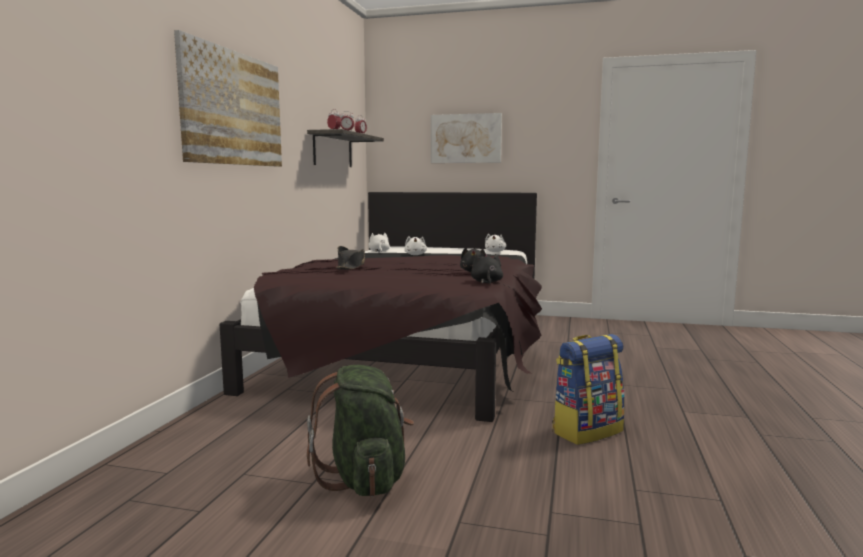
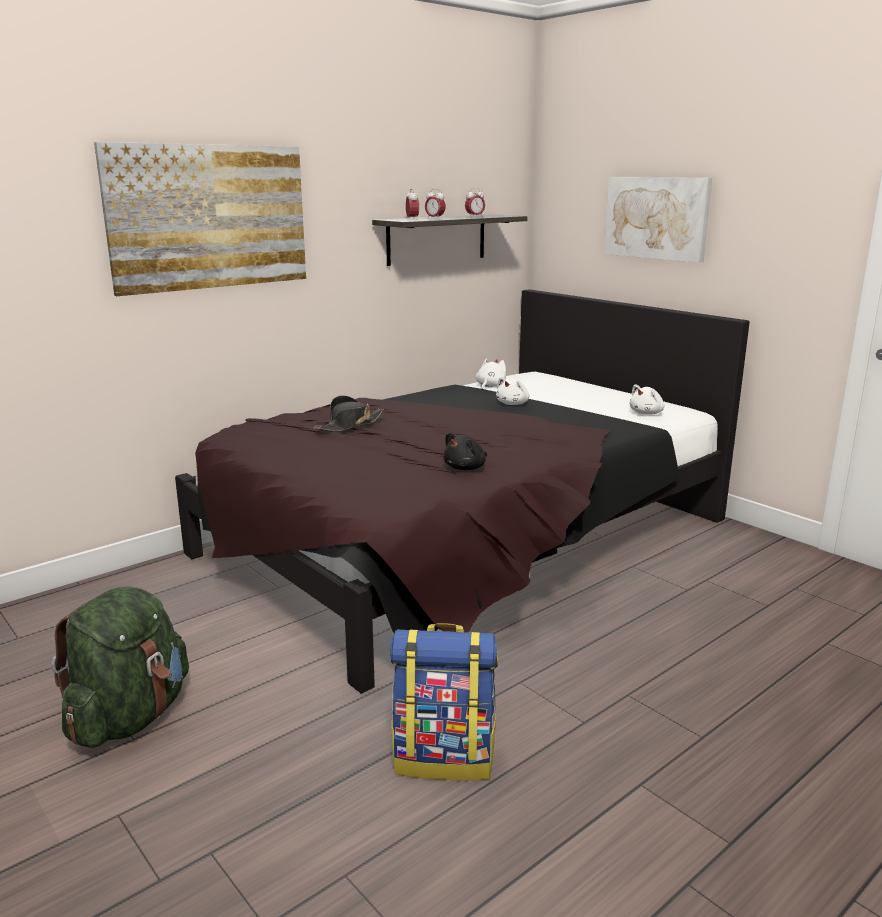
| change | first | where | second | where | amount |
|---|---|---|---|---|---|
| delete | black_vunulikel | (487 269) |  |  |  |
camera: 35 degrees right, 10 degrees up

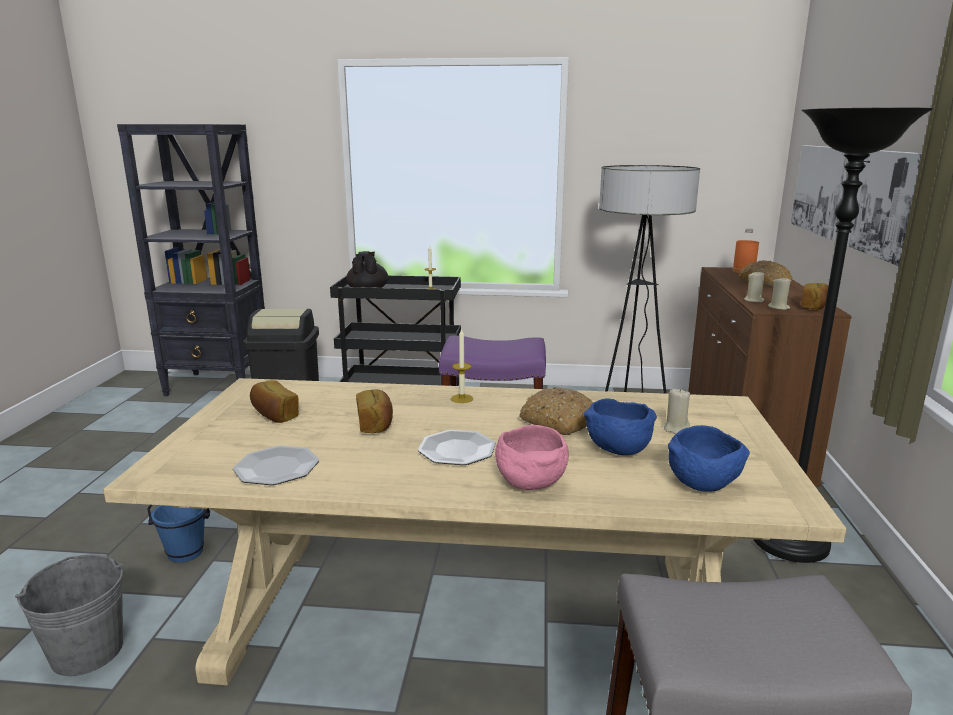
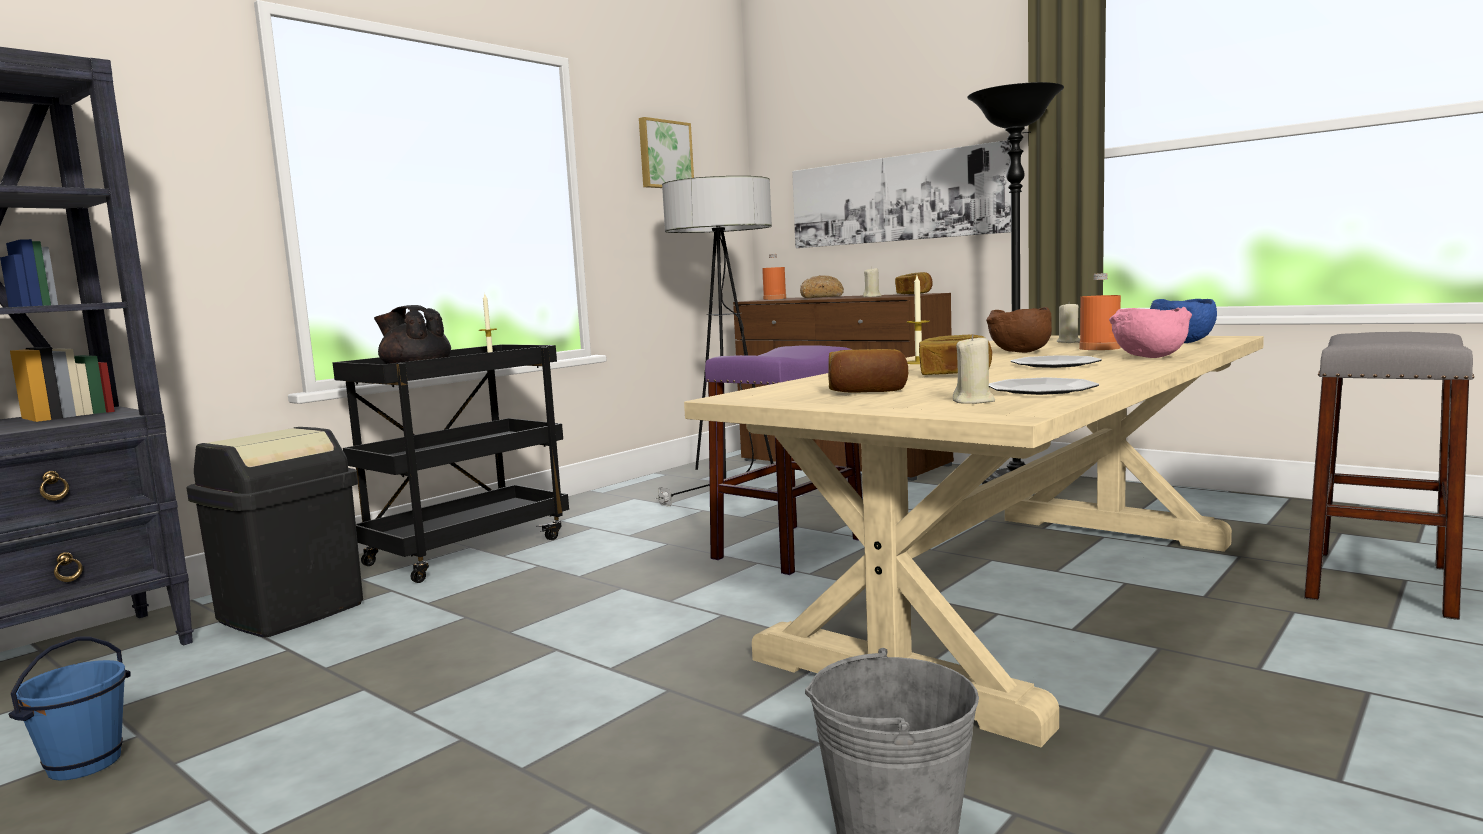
| change | first | where | second | where | amount |
|---|---|---|---|---|---|
| move | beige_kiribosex | (779 294) |  | (974 369) |  |
| replace | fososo | (556 411) | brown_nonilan | (1019 330) |  |
| replace | blue_nonilan | (620 426) | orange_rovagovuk | (1100 311) |  |
| move | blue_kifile | (178 534) |  | (70 708) |  |
| insert |  |  | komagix | (666 152) |  |
camera: 55 degrees left, 10 degrees down

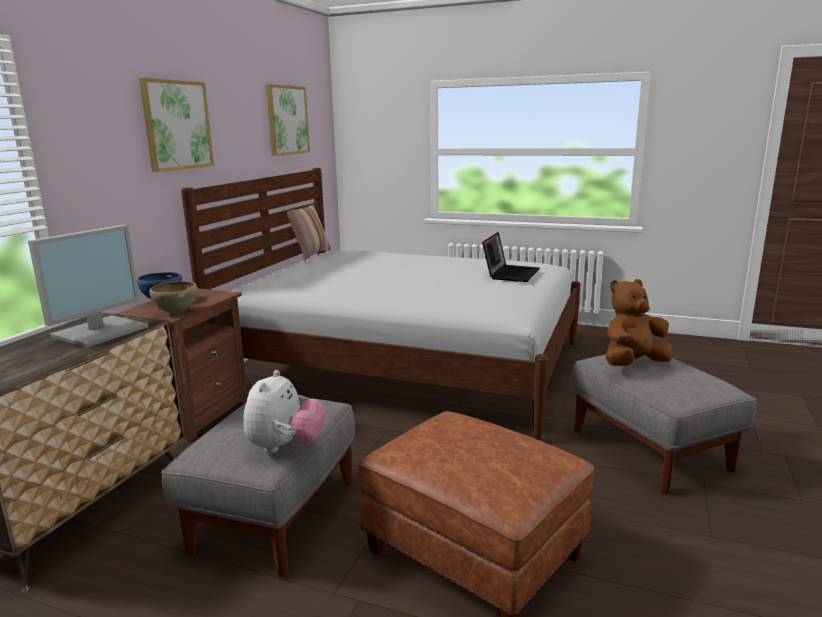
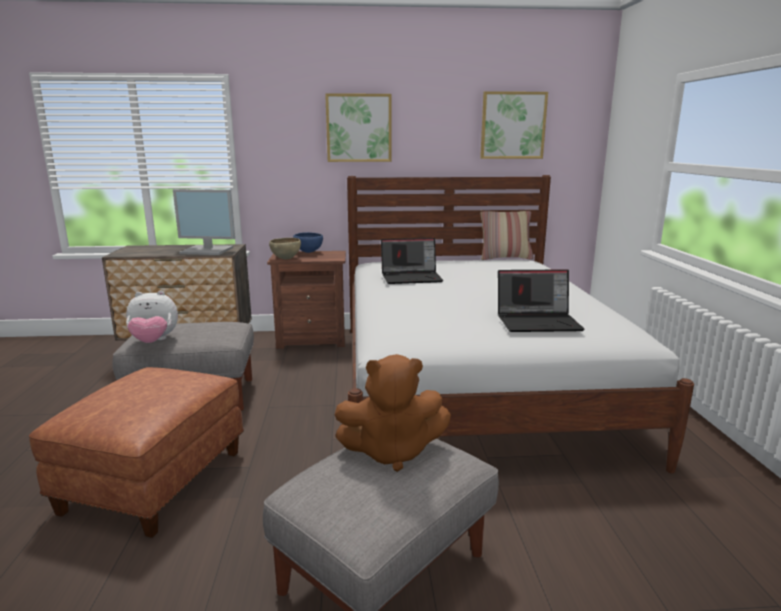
| change | first | where | second | where | amount |
|---|---|---|---|---|---|
| rotate | brown_vunulikel | (639 322) |  | (392 413) | 135 degrees clockwise |
| insert |  |  | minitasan | (412 261) |  |
camera: 65 degrees right, 0 degrees up

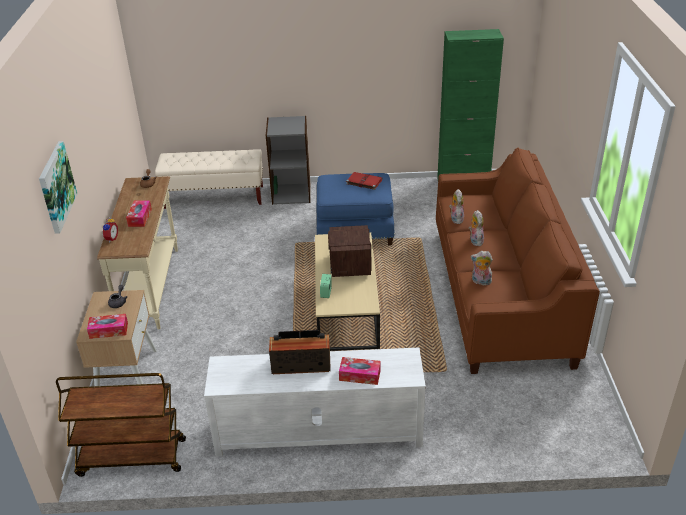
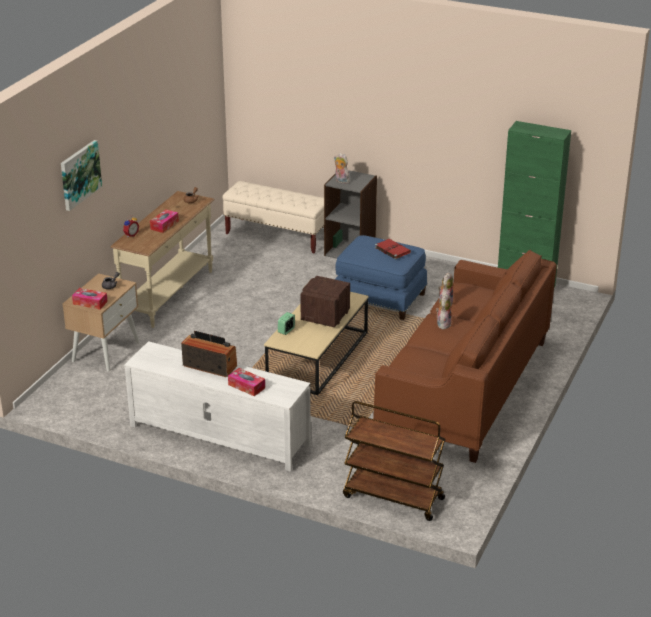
| change | first | where | second | where | amount |
|---|---|---|---|---|---|
| move | vunulikel | (481 268) |  | (341 168) |  |
| move | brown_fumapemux | (121 425) |  | (394 461) |  |
camera: 25 degrees right, 5 degrees down

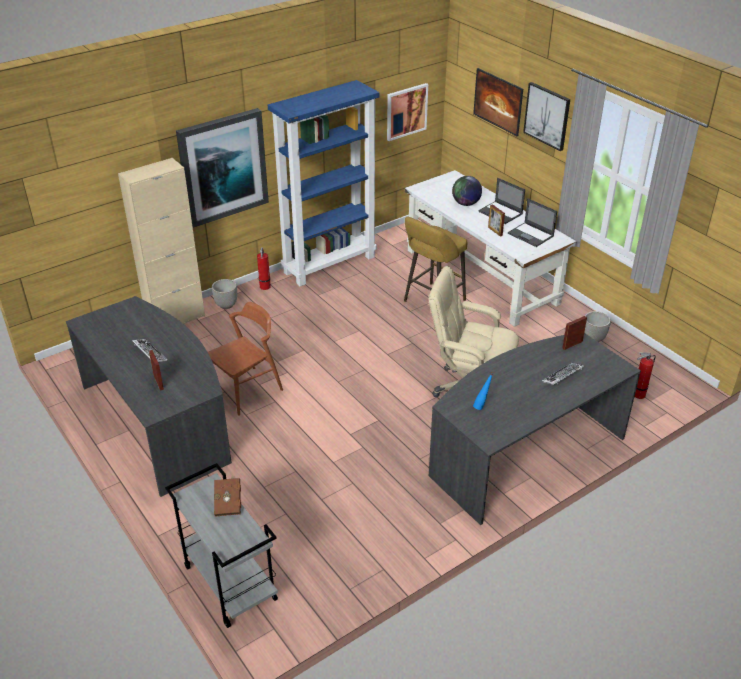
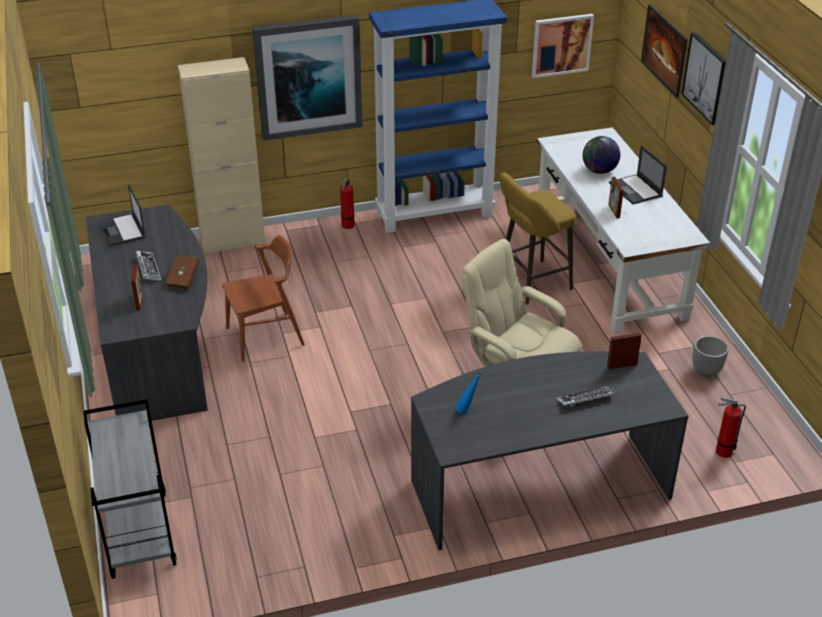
| change | first | where | second | where | amount |
|---|---|---|---|---|---|
| move | minitasan | (532 222) |  | (122 215) |  |
| delete | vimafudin | (224 294) |  |  |  |
| move | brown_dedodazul | (227 496) |  | (182 272) |  |
camera: 20 degrees right, 0 degrees up

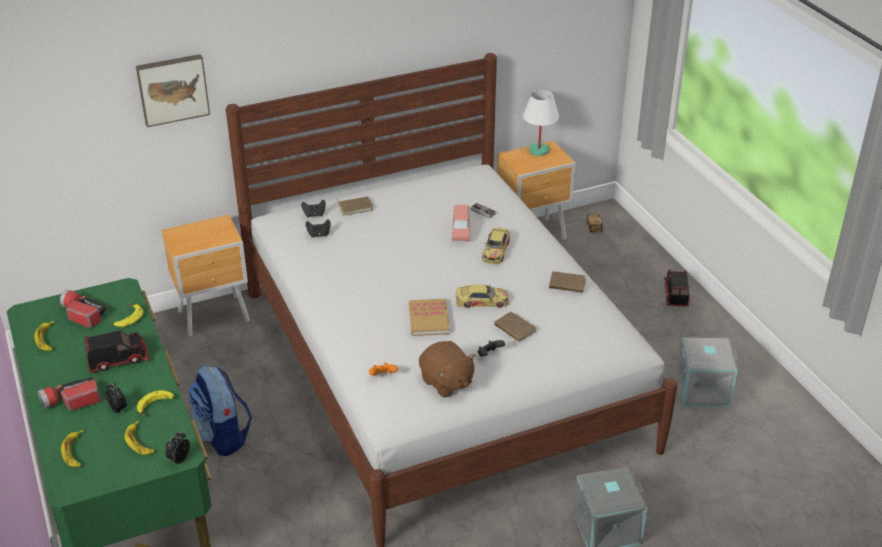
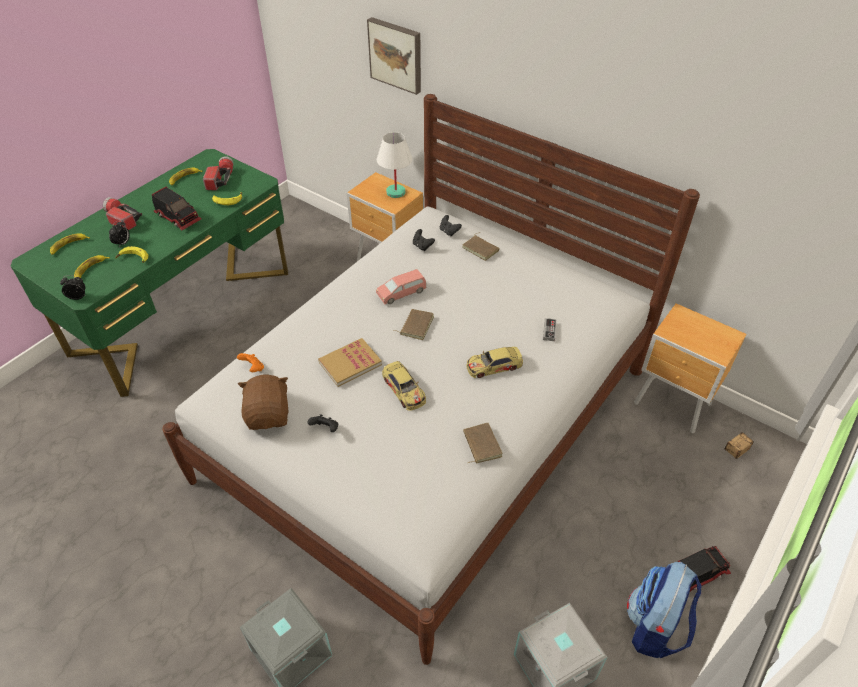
| change | first | where | second | where | amount |
|---|---|---|---|---|---|
| move | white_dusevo | (541 123) |  | (395 165) |  |
| move | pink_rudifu | (461 222) |  | (401 286) |  |
| move | brown_dedodazul | (515 327) |  | (414 324) |  |
| rotate | brown_vunulikel | (447 369) |  | (263 402) | 150 degrees clockwise |
| move | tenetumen | (220 410) |  | (664 610) |  |
camera: 60 degrees right, 10 degrees up

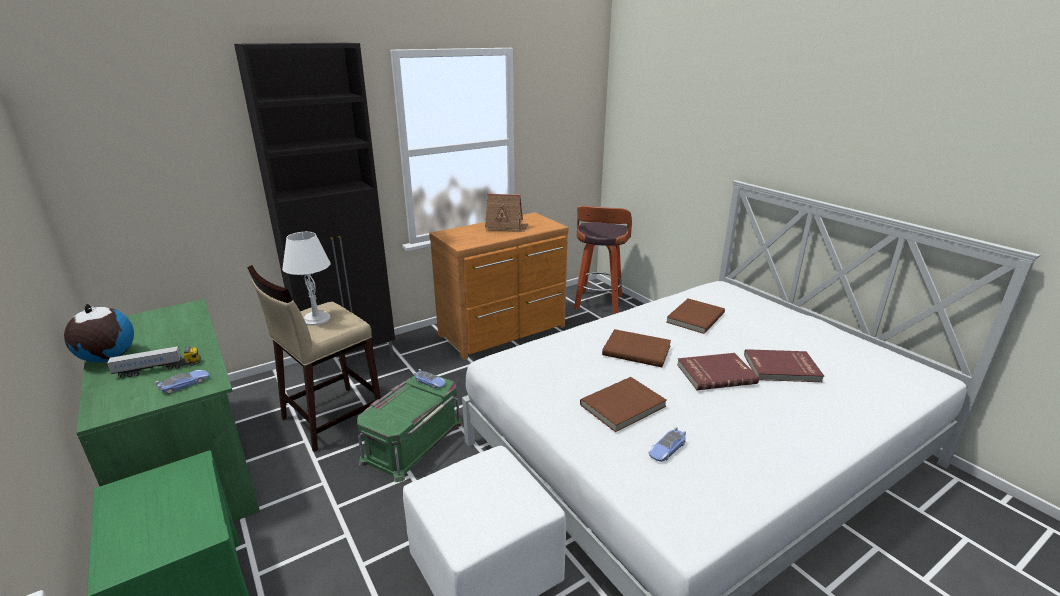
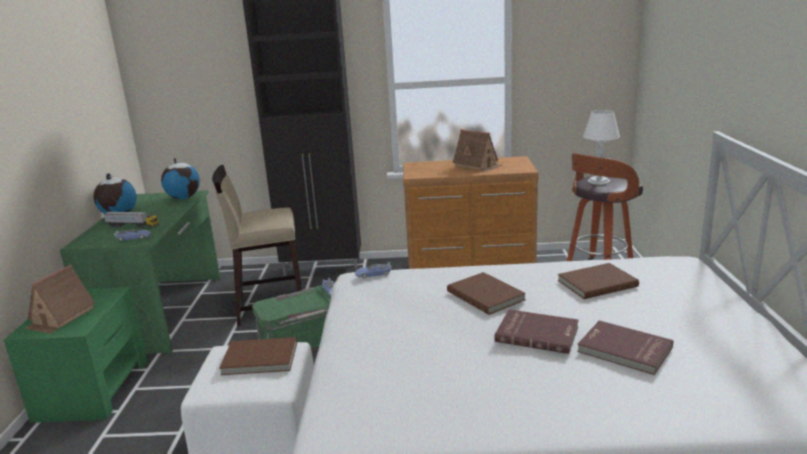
| change | first | where | second | where | amount |
|---|---|---|---|---|---|
| move | white_dusevo | (306 279) |  | (601 147) |  |
| move | brown_dedodazul | (623 404) |  | (258 356) |  |
| move | rudifu | (667 444) |  | (373 270) |  |
| insert |  |  | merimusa | (180 178) |  |
| insert |  |  | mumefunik | (60 299) |  |
camera: 35 degrees right, 5 degrees down

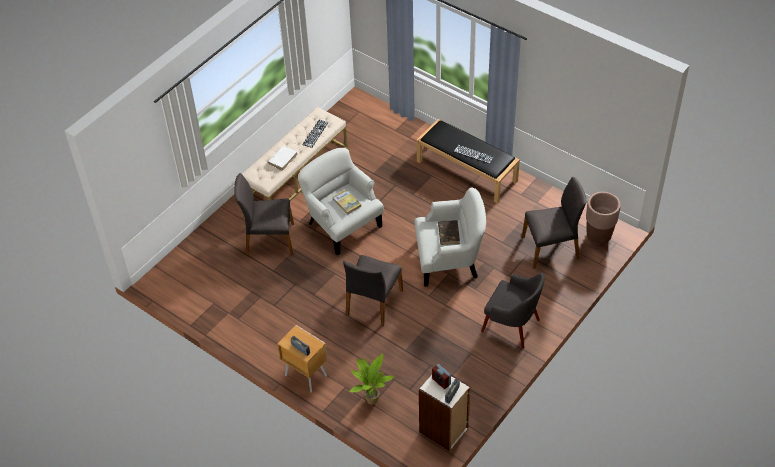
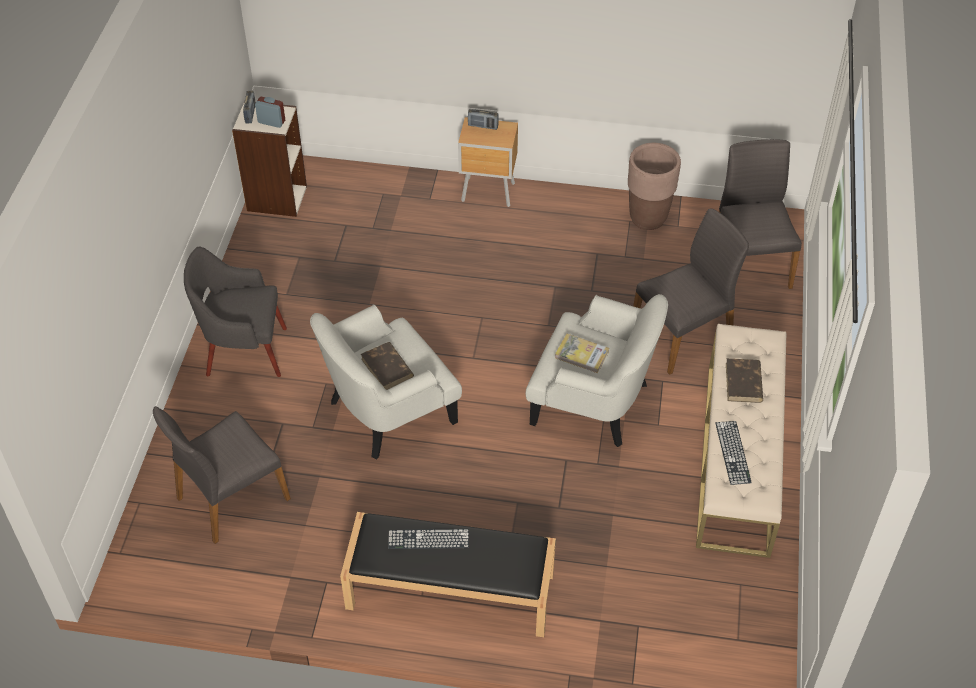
| change | first | where | second | where | amount |
|---|---|---|---|---|---|
| recolor | white_dedodazul | (282 158) | brown_dedodazul | (744 380) |  |
| move | brown_vimafudin | (603 219) |  | (654 186) |  |
| move | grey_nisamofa | (373 290) |  | (760 214) |  |
| delete | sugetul | (372 379) |  |  |  |
camera: 150 degrees right, 0 degrees up

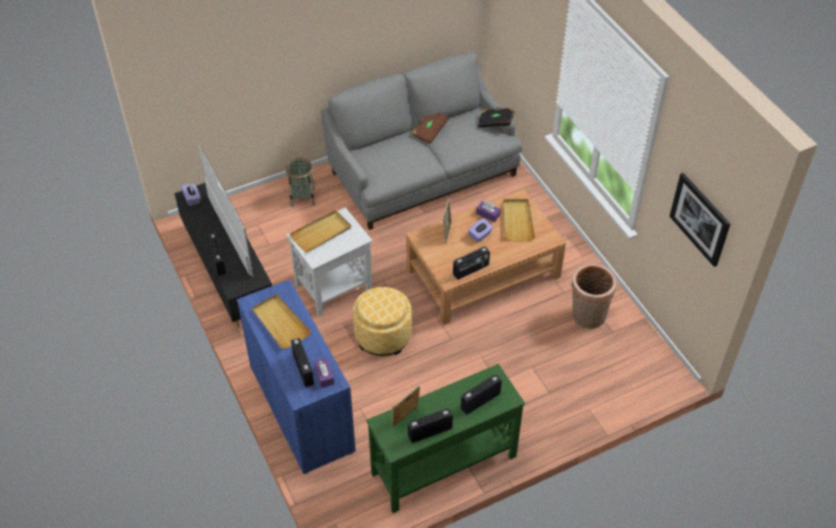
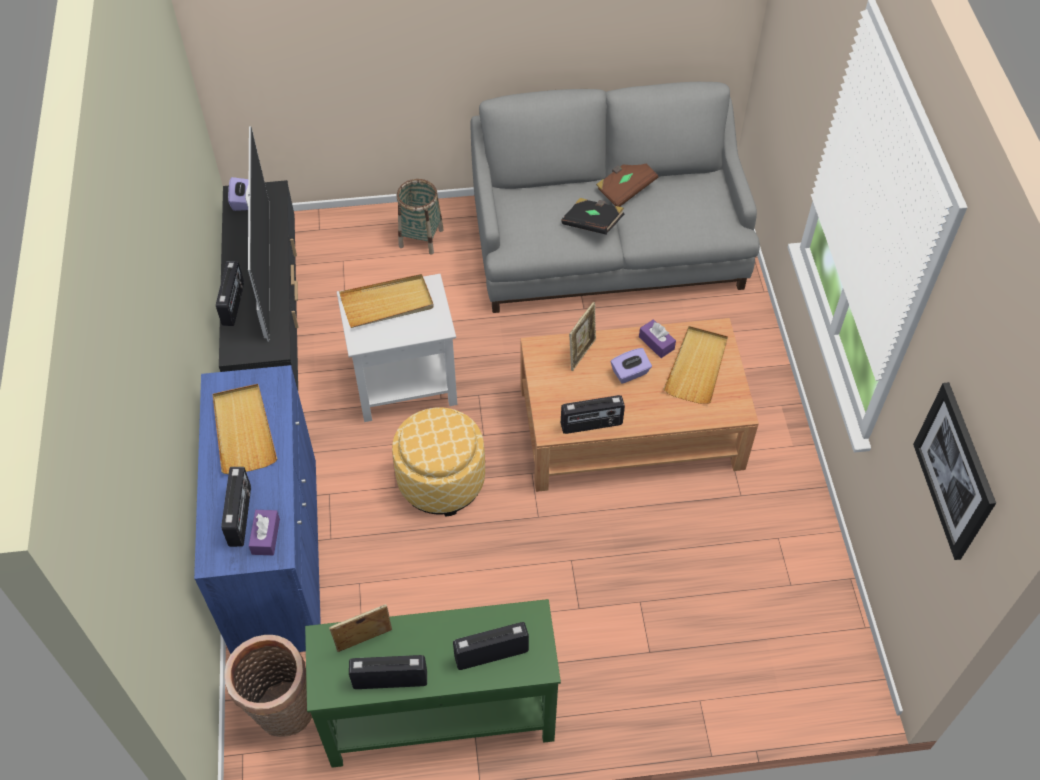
| change | first | where | second | where | amount |
|---|---|---|---|---|---|
| move | black_dedodazul | (496 117) |  | (592 216) |  |
| move | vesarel | (594 296) |  | (268 686) |  |
camera: 20 degrees right, 5 degrees up

